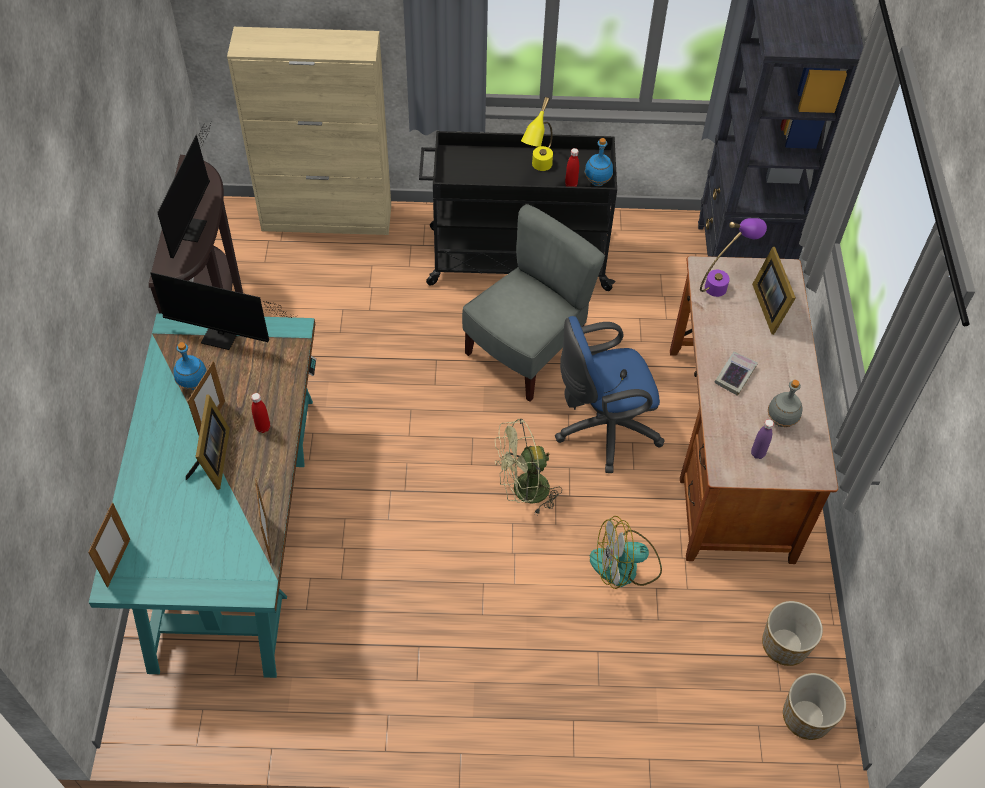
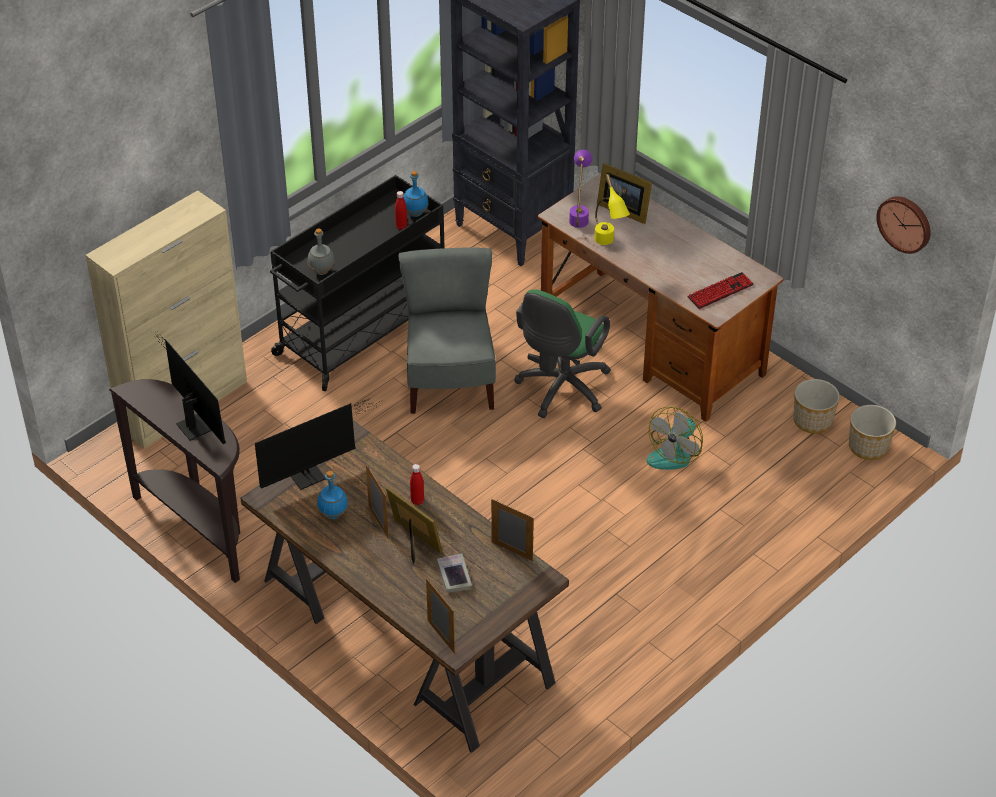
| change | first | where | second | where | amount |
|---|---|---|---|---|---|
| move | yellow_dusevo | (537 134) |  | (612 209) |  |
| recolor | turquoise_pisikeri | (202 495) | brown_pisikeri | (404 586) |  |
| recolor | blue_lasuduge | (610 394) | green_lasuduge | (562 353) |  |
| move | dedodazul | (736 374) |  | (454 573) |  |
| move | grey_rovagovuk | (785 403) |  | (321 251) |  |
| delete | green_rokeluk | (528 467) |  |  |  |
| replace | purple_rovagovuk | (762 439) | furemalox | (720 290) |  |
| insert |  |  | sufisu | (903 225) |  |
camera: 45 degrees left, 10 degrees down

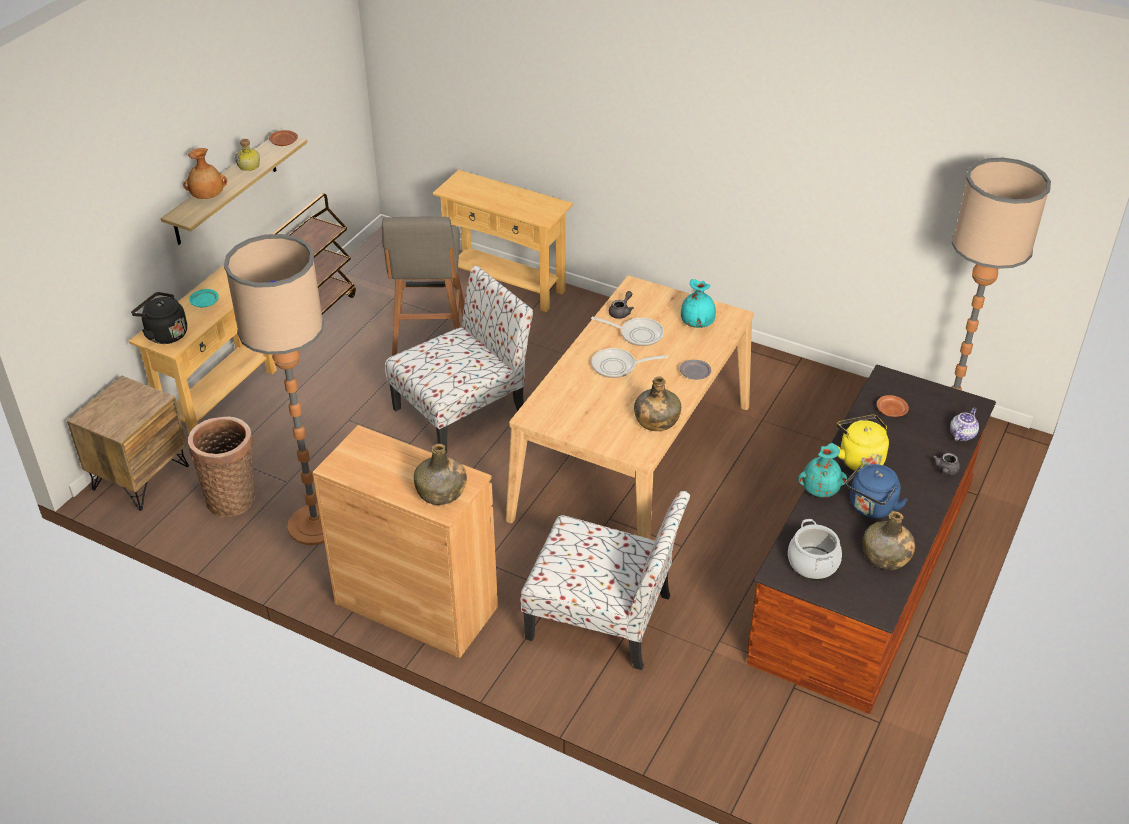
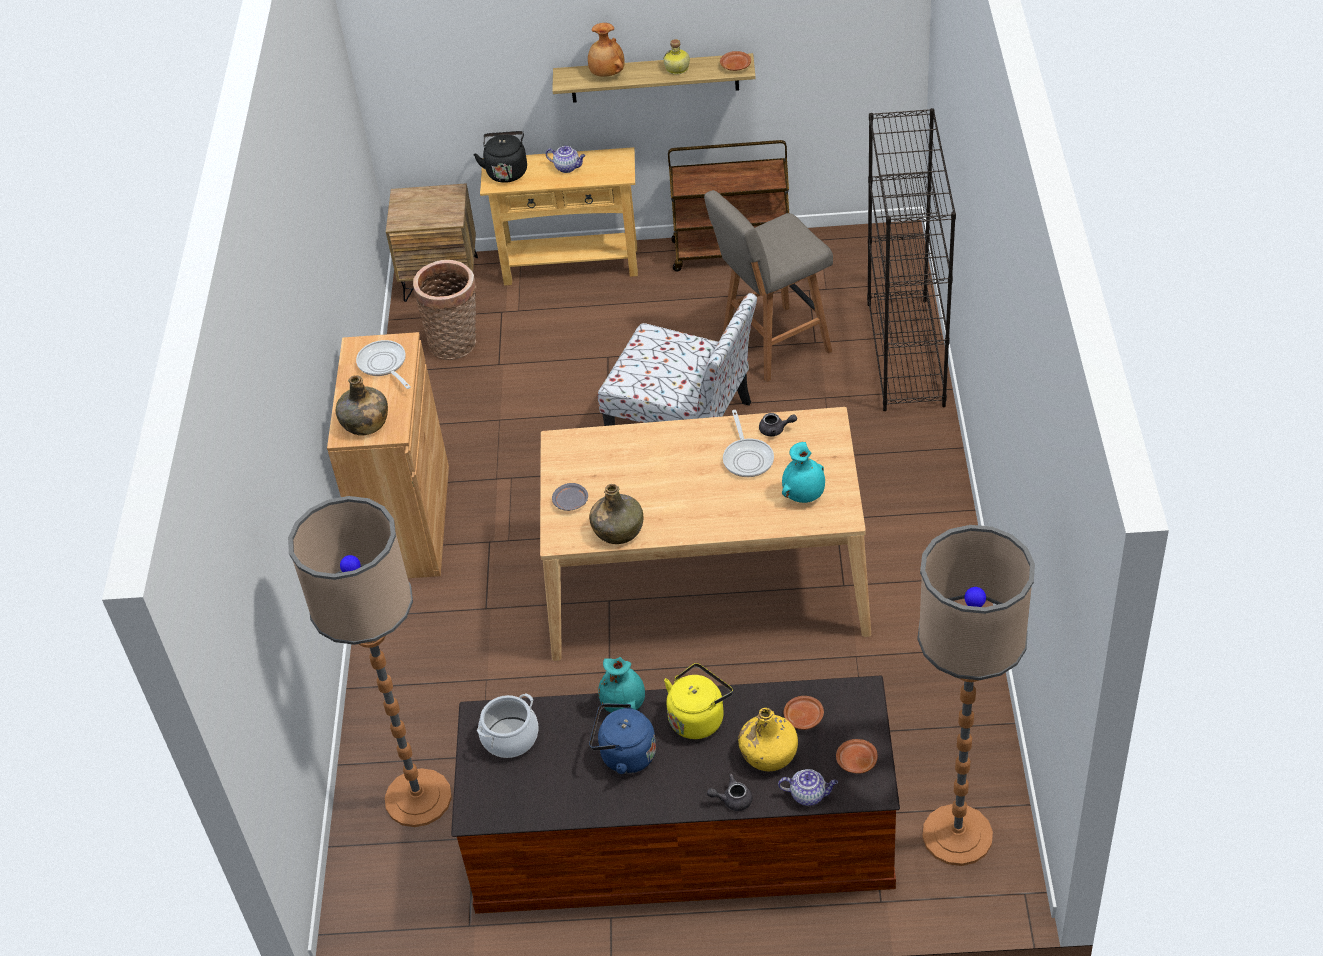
| change | first | where | second | where | amount |
|---|---|---|---|---|---|
| replace | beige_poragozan | (502 241) | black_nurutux | (911 259) |  |
| move | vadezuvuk | (274 389) |  | (370 661) |  |
| replace | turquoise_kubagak | (204 298) | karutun | (566 159) |  |
| move | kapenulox | (630 363) |  | (383 364) |  |
| move | grey_kubagak | (695 370) |  | (570 497) |  |
| delete | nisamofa | (605 580) |  |  |  |
| delete | green_rovagovuk | (888 540) |  |  |  |
| insert |  |  | yellow_rovagovuk | (768 739) |  |
| insert |  |  | brown_kubagak | (857 756) |  |
camera: 65 degrees right, 5 degrees up

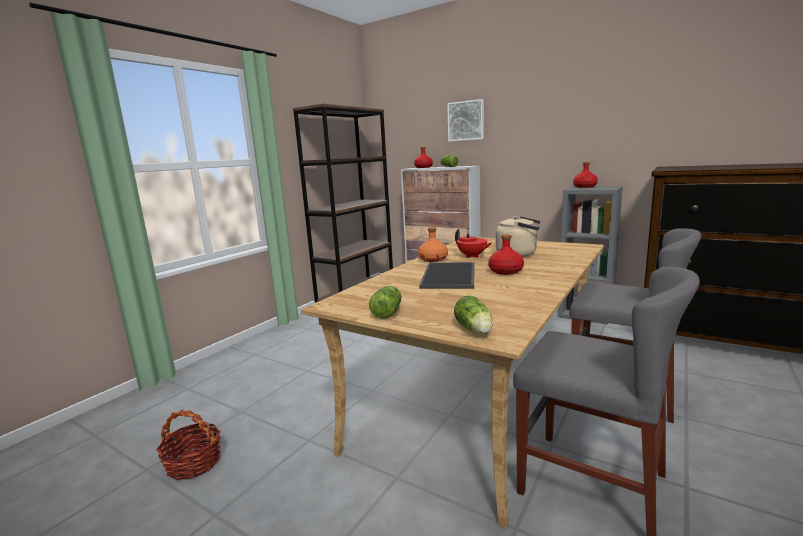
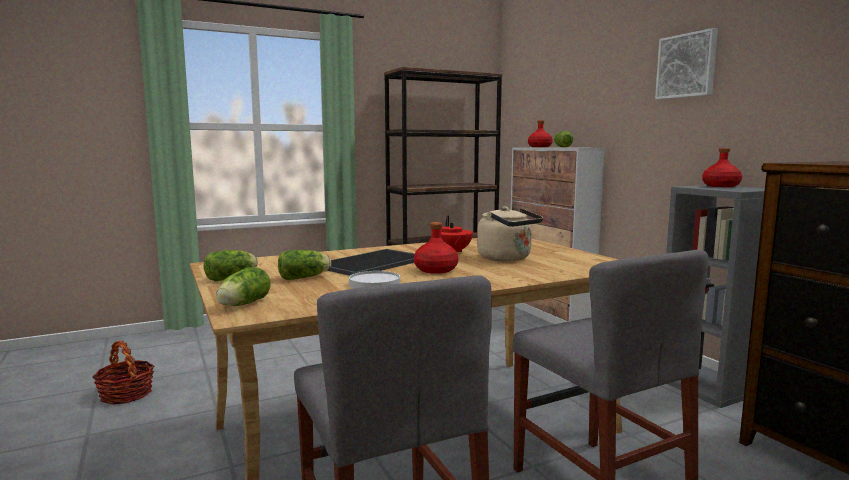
| change | first | where | second | where | amount |
|---|---|---|---|---|---|
| move | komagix | (465 120) |  | (686 64) |  |
| delete | orange_rovagovuk | (433 244) |  |  |  |
| insert |  |  | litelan | (304 265) |  |
| insert |  |  | white_kubagak | (374 279) |  |
camera: 30 degrees right, 5 degrees down

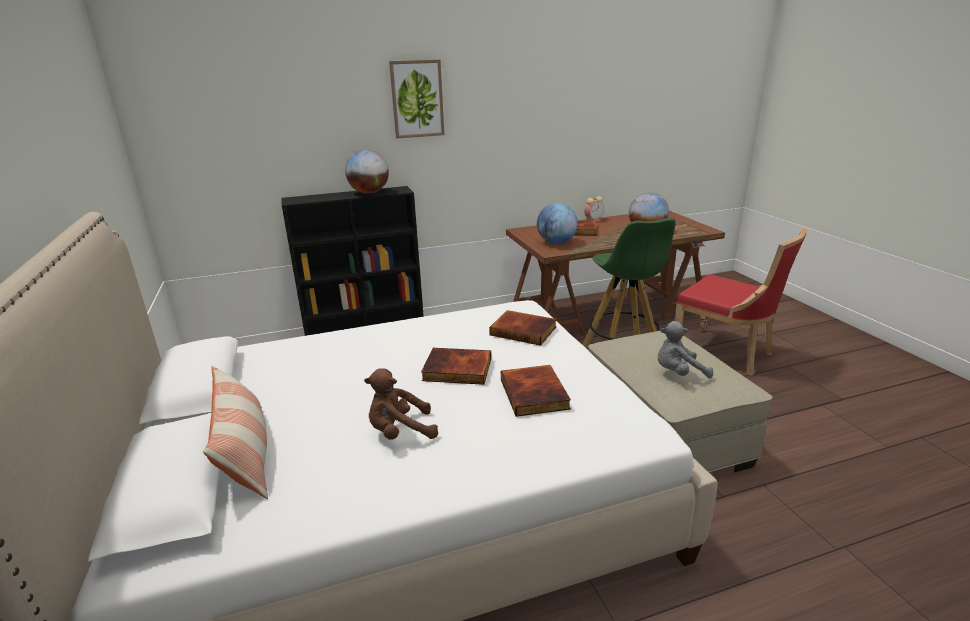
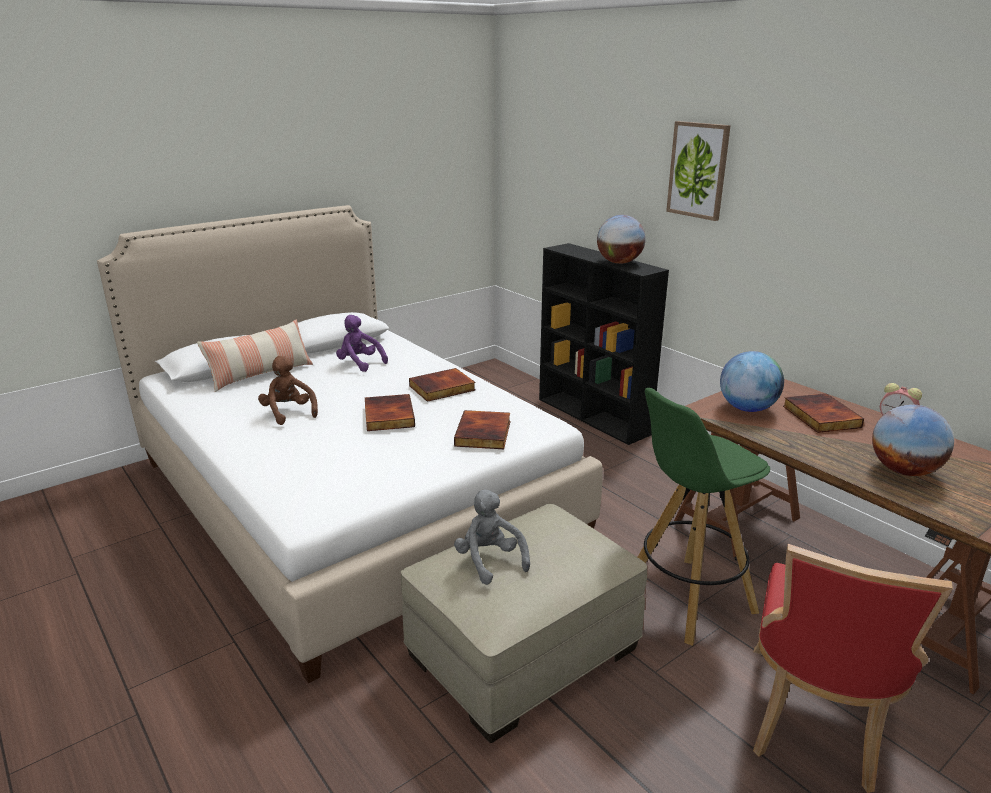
| change | first | where | second | where | amount |
|---|---|---|---|---|---|
| move | dedodazul | (536 391) |  | (442 385) |  |
| insert |  |  | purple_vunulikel | (362 343) |  |
camera: 70 degrees right, 0 degrees up

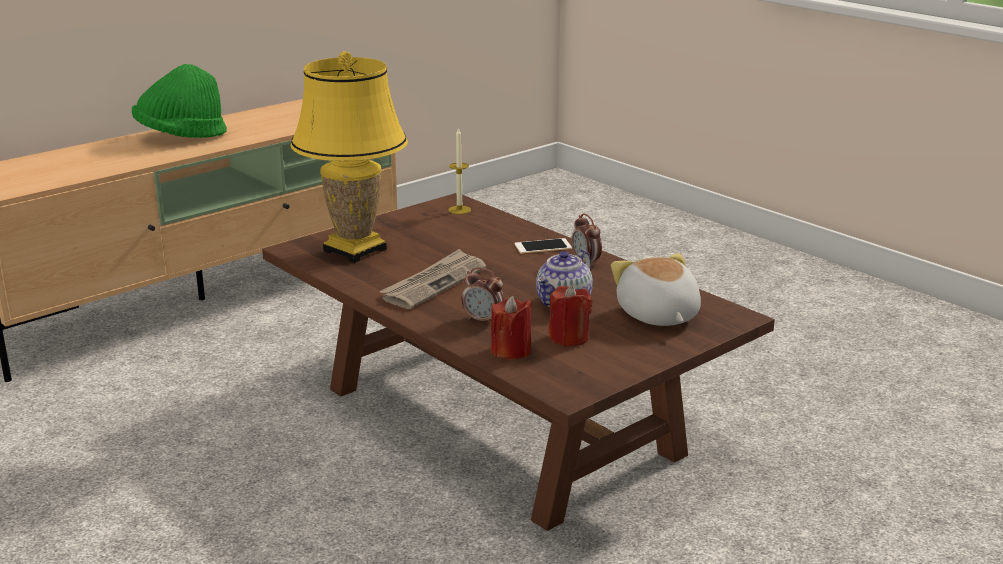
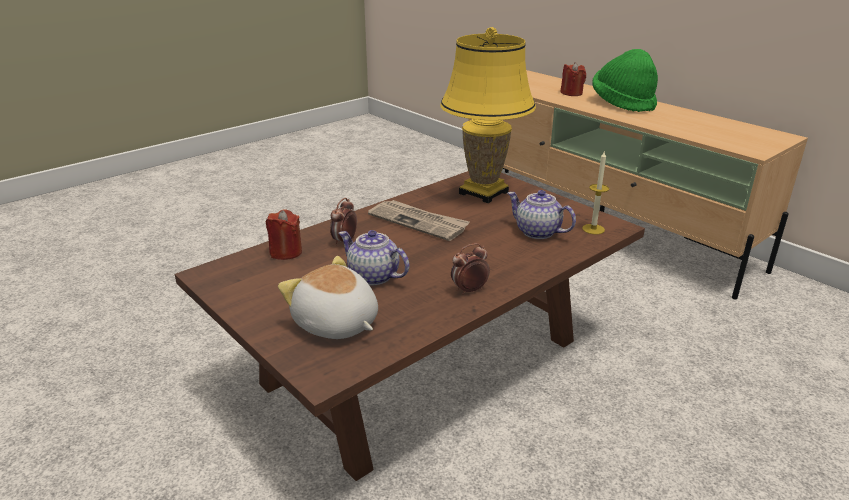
| change | first | where | second | where | amount |
|---|---|---|---|---|---|
| delete | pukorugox | (543 246) |  |  |  |
| rotate | vunulikel | (656 289) |  | (328 297) | 120 degrees counterclockwise |
| move | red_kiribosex | (570 316) |  | (573 79) |  |
| insert |  |  | karutun | (541 214) |  |
camera: 90 degrees right, 5 degrees up

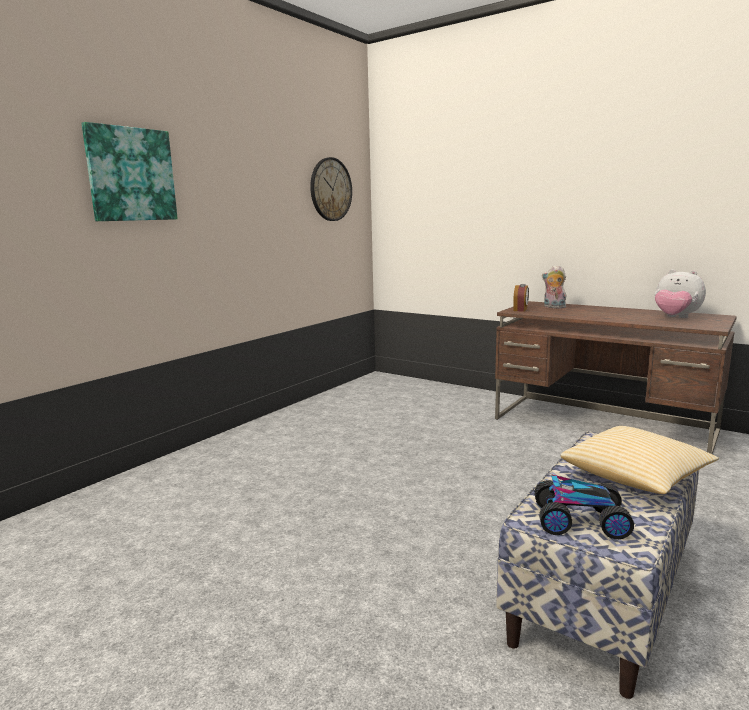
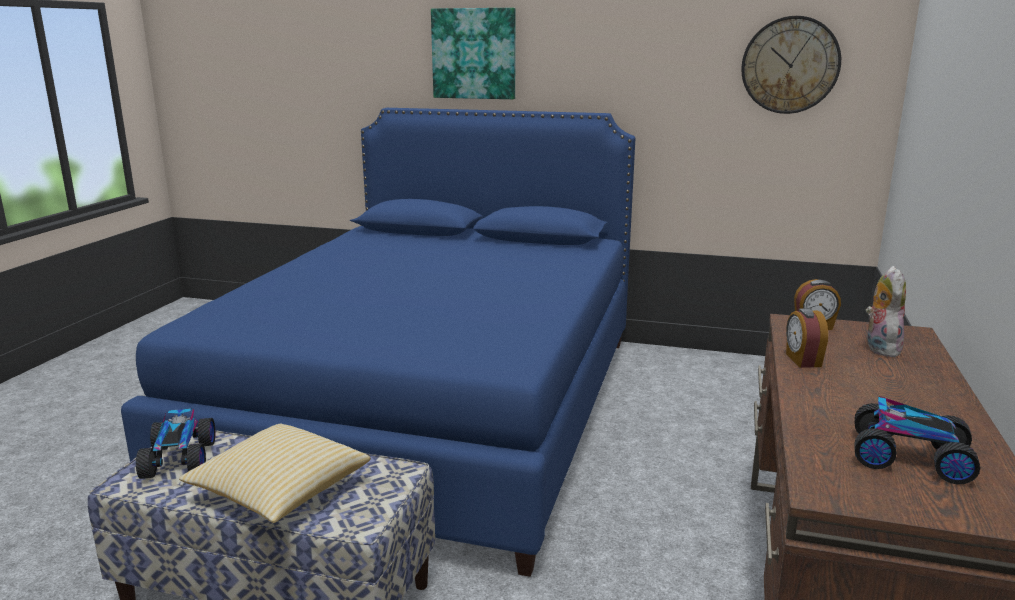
| change | first | where | second | where | amount |
|---|---|---|---|---|---|
| replace | vunulikel | (680 293) | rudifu | (917 440) |  |
| insert |  |  | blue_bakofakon | (378 342) |  |
| insert |  |  | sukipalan | (807 338) |  |
camera: 70 degrees right, 5 degrees up

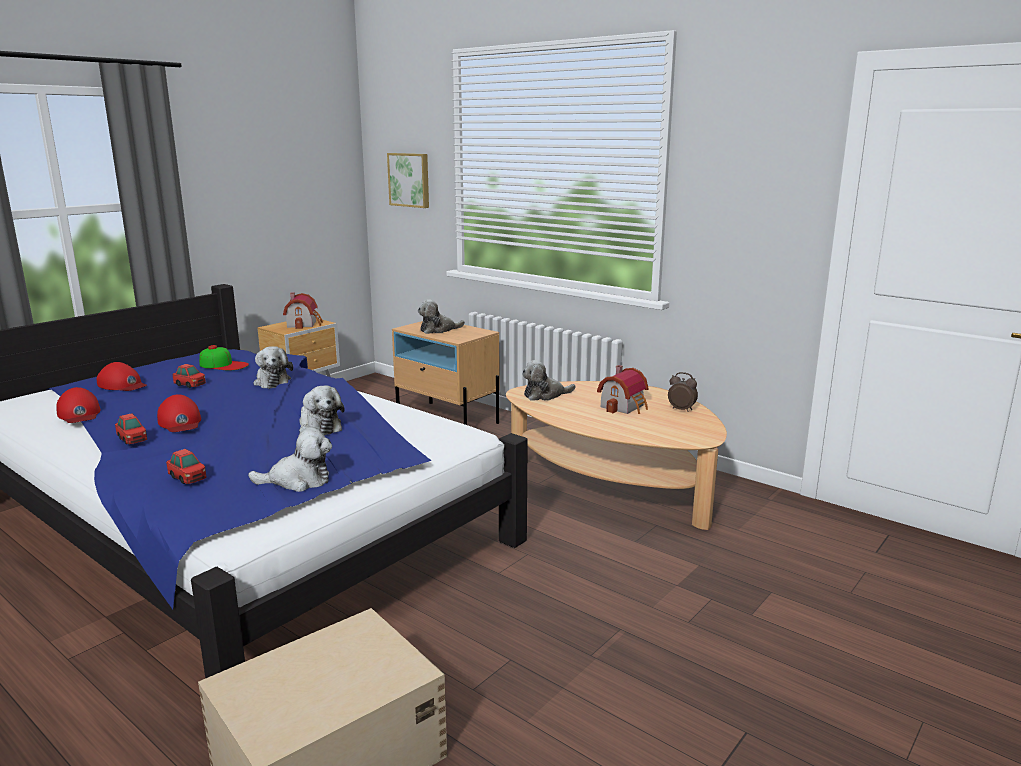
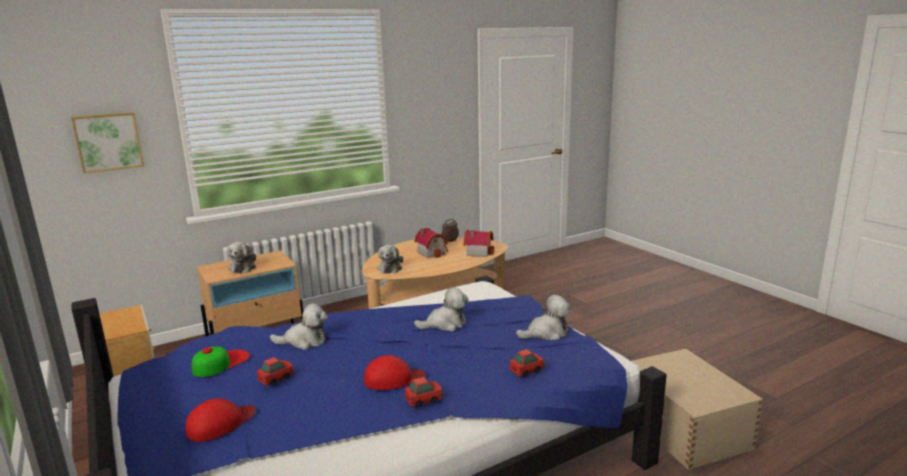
| change | first | where | second | where | amount |
|---|---|---|---|---|---|
| move | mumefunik | (303 311) |  | (479 243) |  |
| delete | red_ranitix | (78 405) |  |  |  |
| rotate | vunulikel | (290 459) |  | (543 317) | 60 degrees clockwise |
camera: 70 degrees left, 0 degrees up

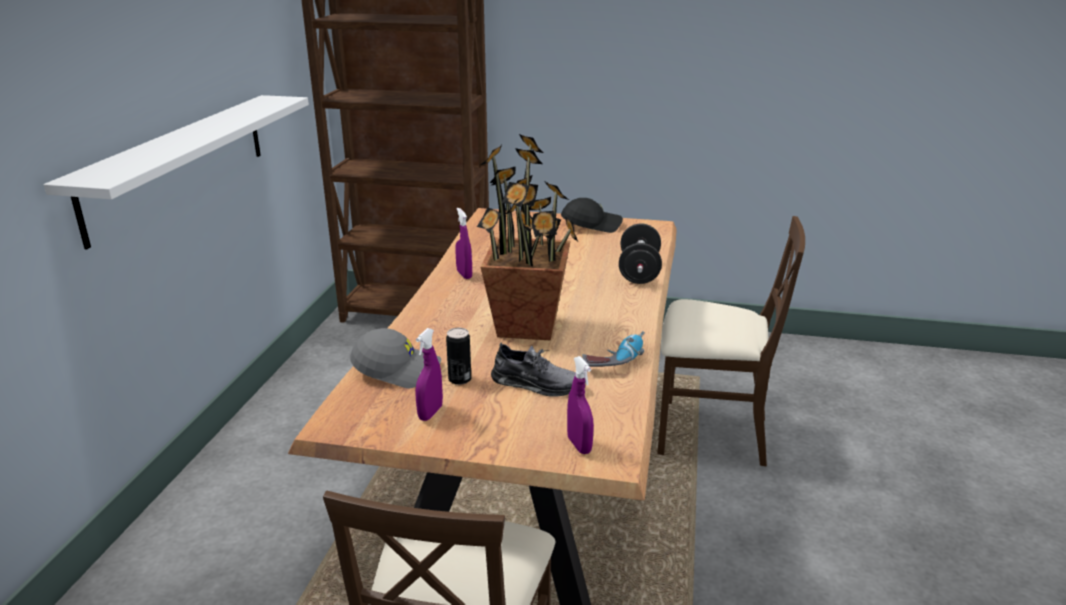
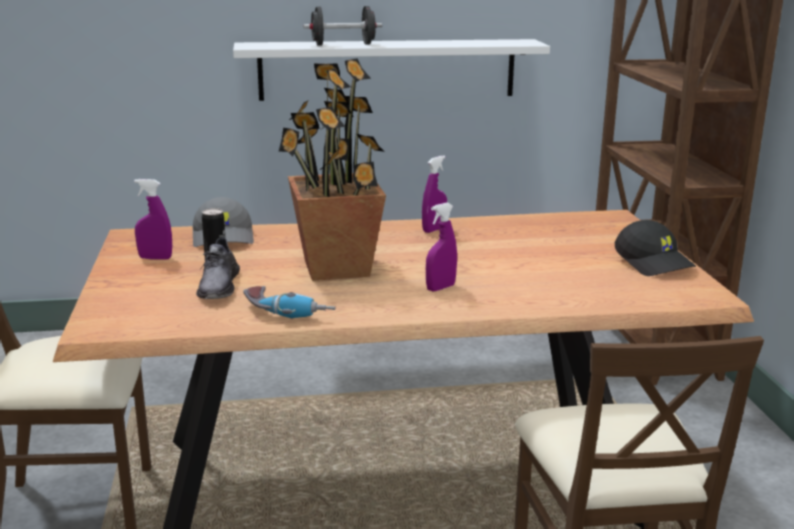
| change | first | where | second | where | amount |
|---|---|---|---|---|---|
| move | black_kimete | (640 253) |  | (342 26) |  |
| move | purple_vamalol | (580 405) |  | (441 247) |  |
camera: 70 degrees right, 5 degrees down

